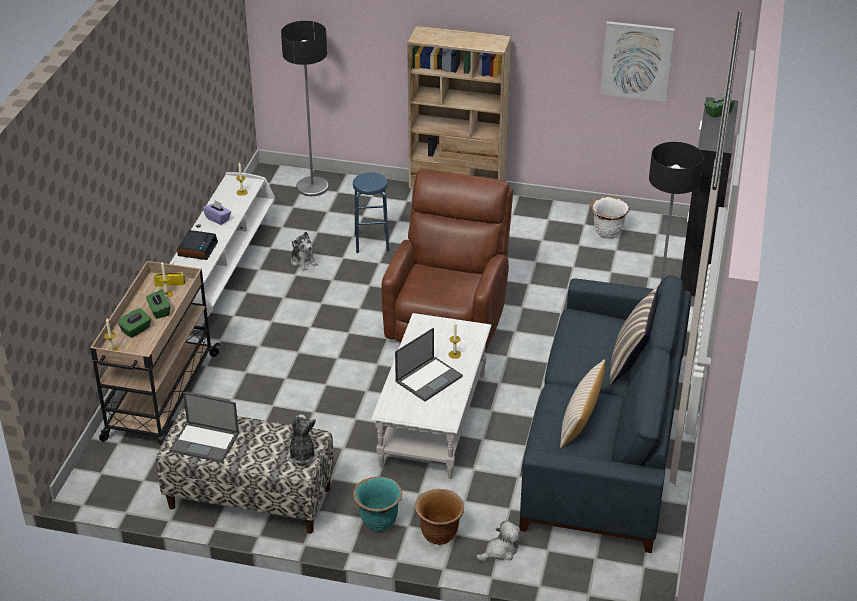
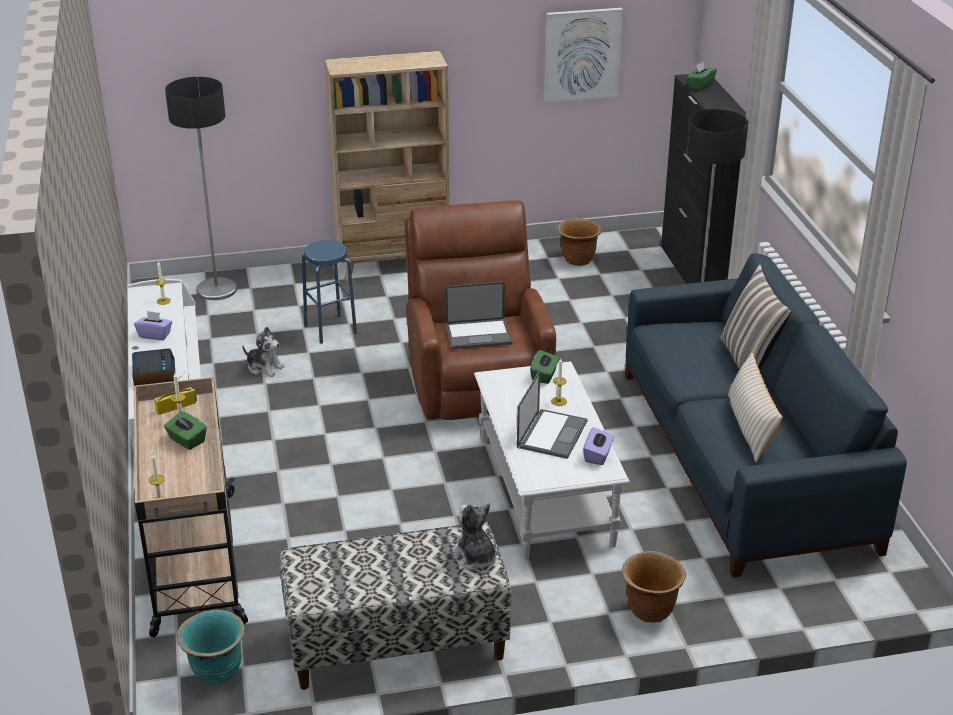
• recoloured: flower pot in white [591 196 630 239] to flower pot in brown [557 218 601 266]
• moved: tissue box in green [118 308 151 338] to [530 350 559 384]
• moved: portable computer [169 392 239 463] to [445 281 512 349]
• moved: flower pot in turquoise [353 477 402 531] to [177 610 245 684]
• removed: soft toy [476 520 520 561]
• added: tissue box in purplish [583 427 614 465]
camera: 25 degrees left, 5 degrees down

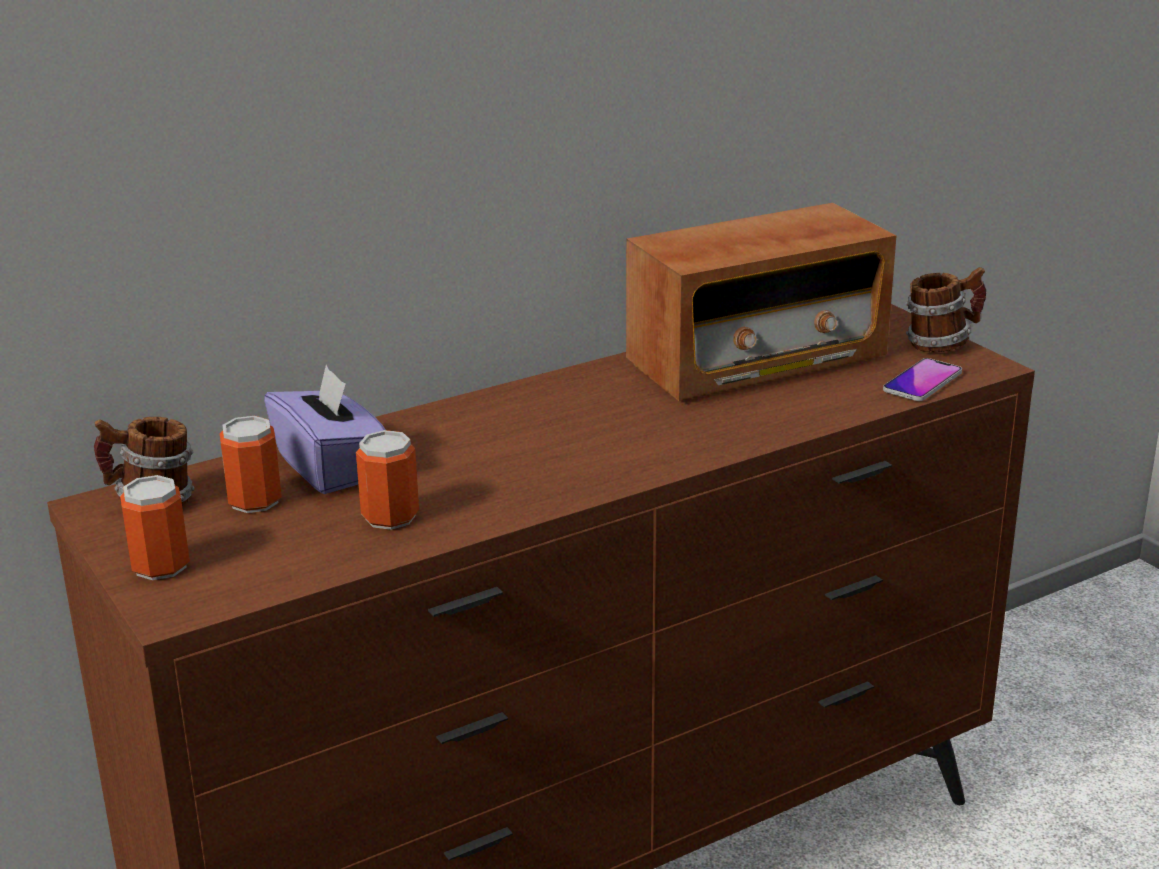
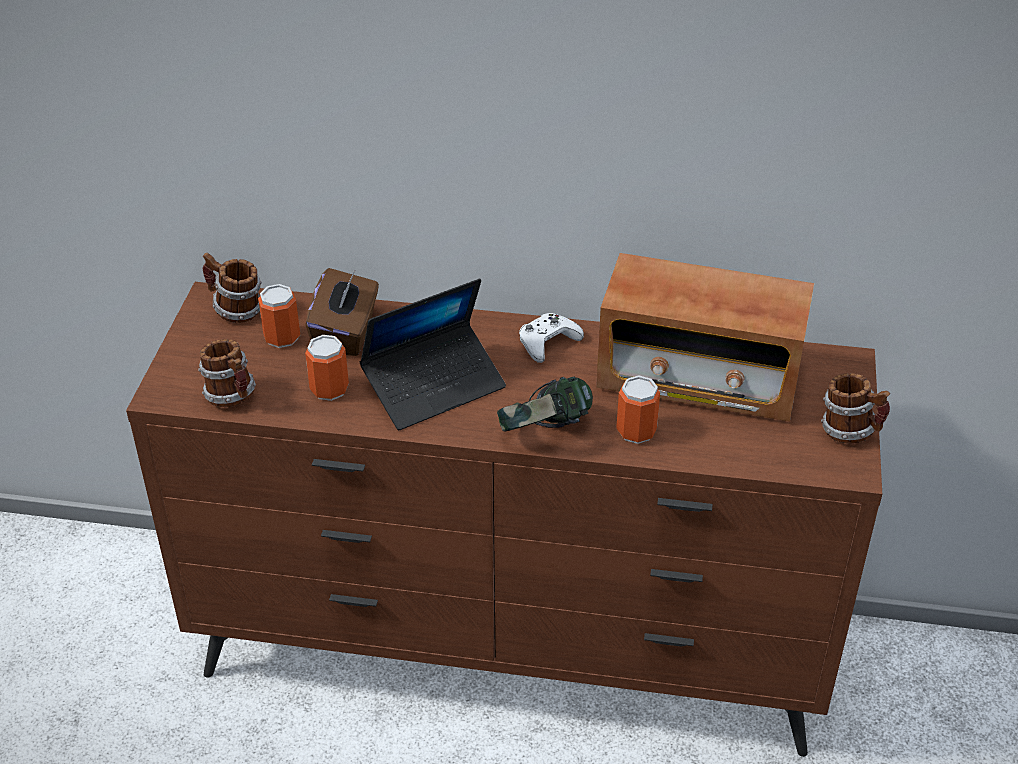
• removed: telephone [883 358 962 401]
• recoloured: tissue box in purplish [264 365 386 494] to tissue box in brown [306 268 379 356]
• moved: can [120 475 190 580] to [616 375 660 444]
• added: portable computer [360 279 506 430]
• added: gamepad in white [519 313 584 363]
• added: coffee mug [198 339 256 407]
• added: headset [497 376 593 432]
camera: 40 degrees right, 15 degrees up

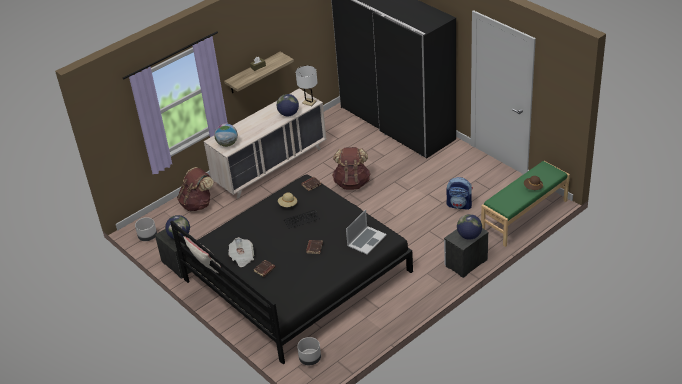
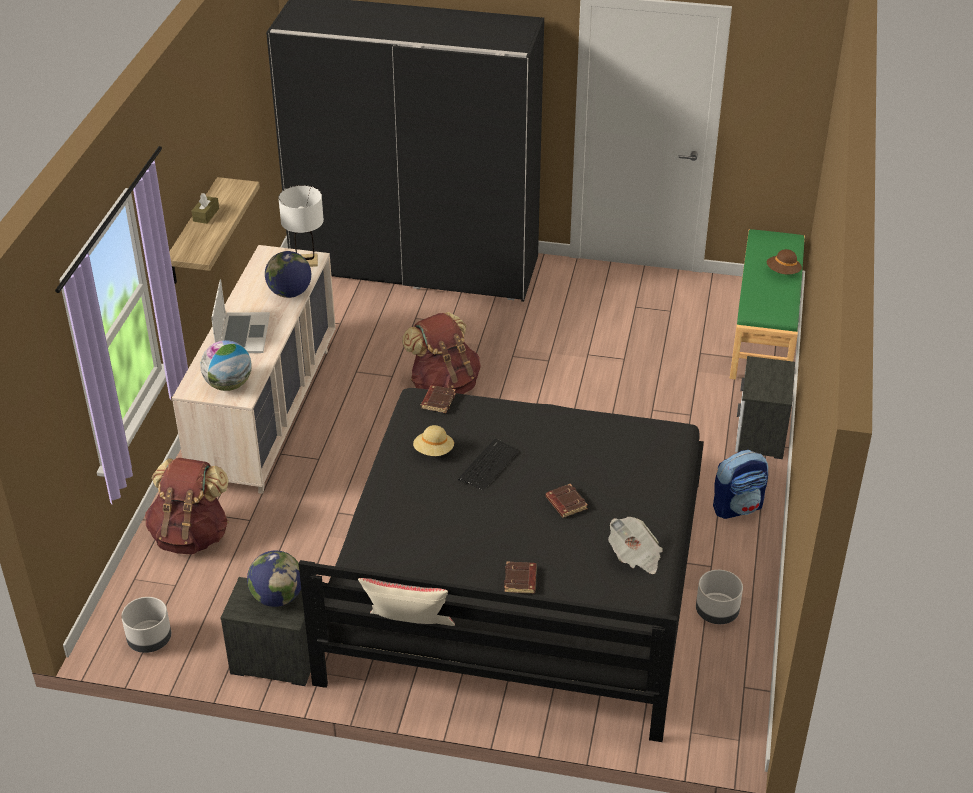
• moved: backpack [446 177 473 210] to [713 450 768 519]
• moved: portable computer [346 210 387 255] to [211 279 270 353]
• removed: globe [457 214 482 240]
• moved: printed paper [228 237 254 267] to [608 517 663 574]
• moved: flower pot in grey [297 337 321 365] to [696 570 743 624]
camera: 40 degrees left, 0 degrees up

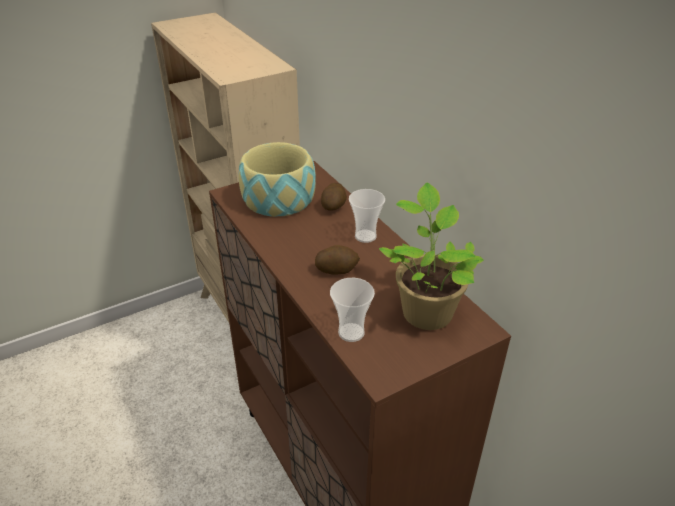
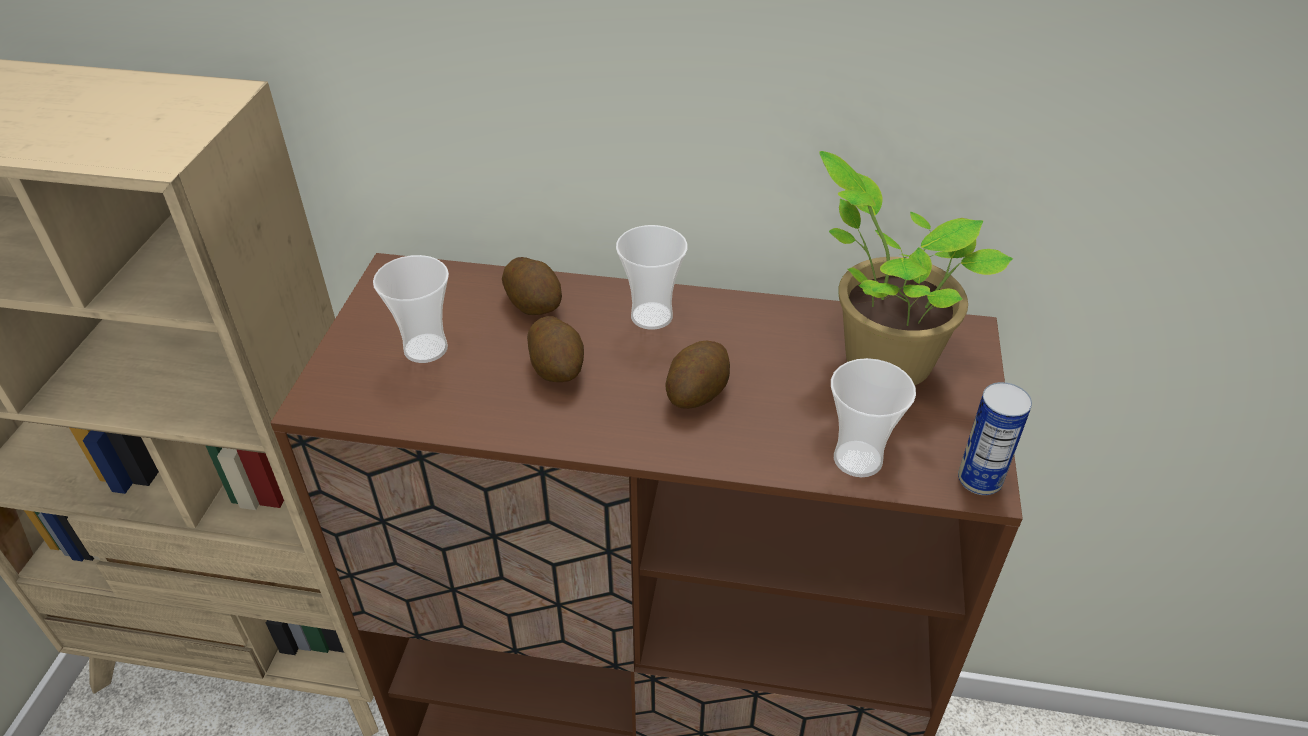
• replaced: deep dish [238 142 316 217] to cup [373 255 449 363]
• added: potato [527 316 584 382]
• added: can [958 382 1032 495]
camera: 50 degrees left, 5 degrees up

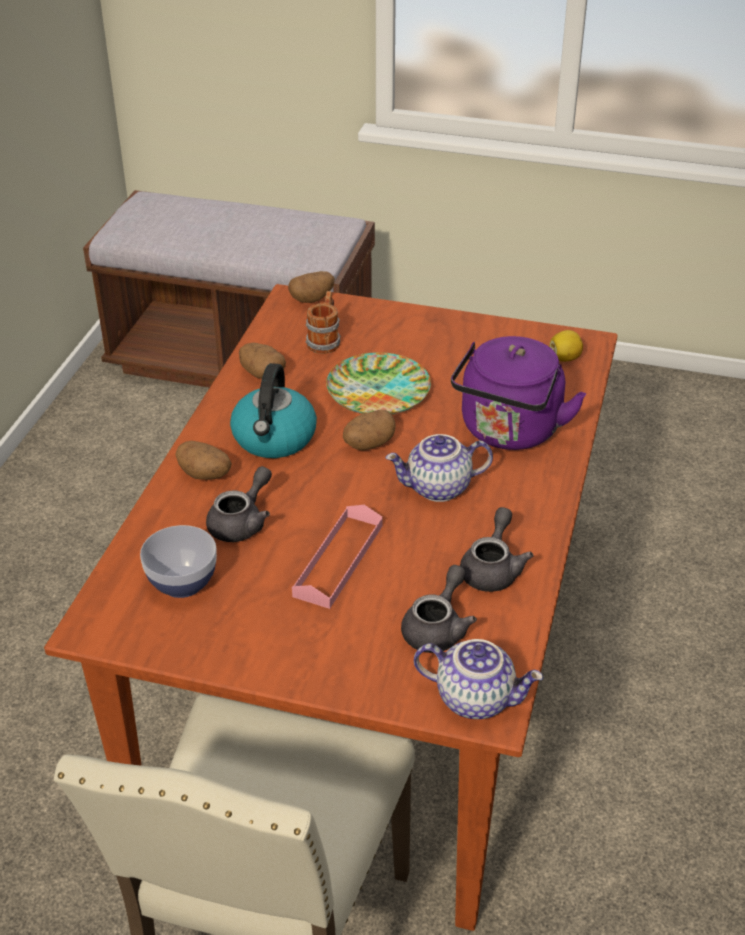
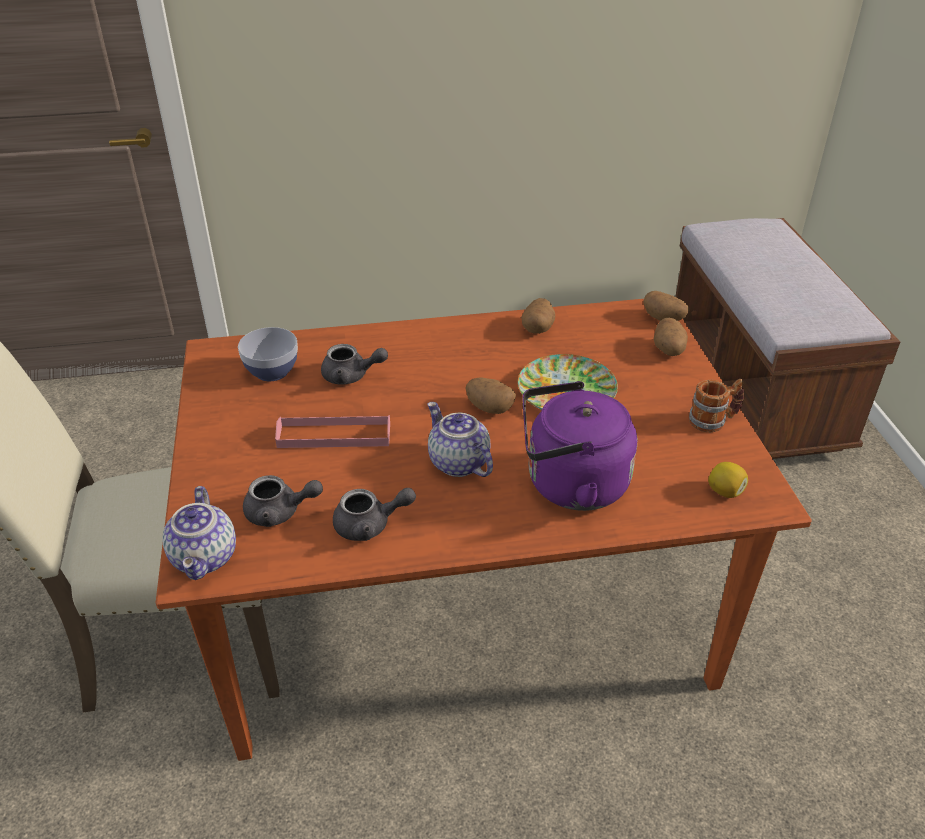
• moved: coffee mug [306 291 341 354] to [689 378 744 433]
• removed: water kettle [230 363 317 458]
• moved: potato [175 441 232 480] to [654 318 688 356]
camera: 65 degrees right, 0 degrees up

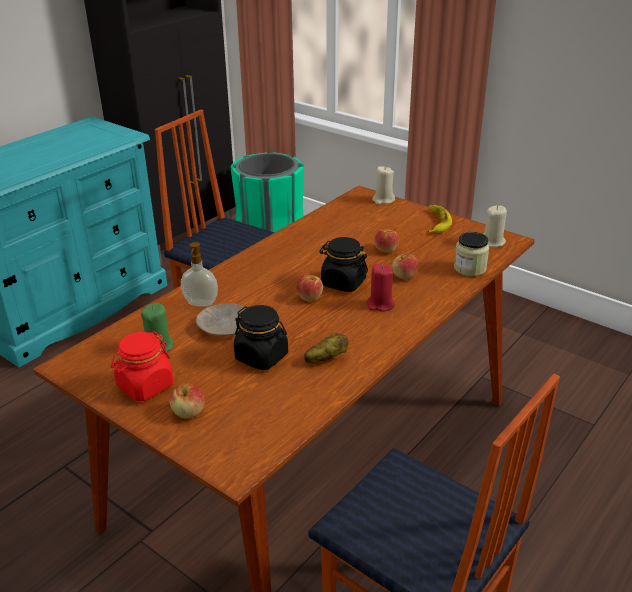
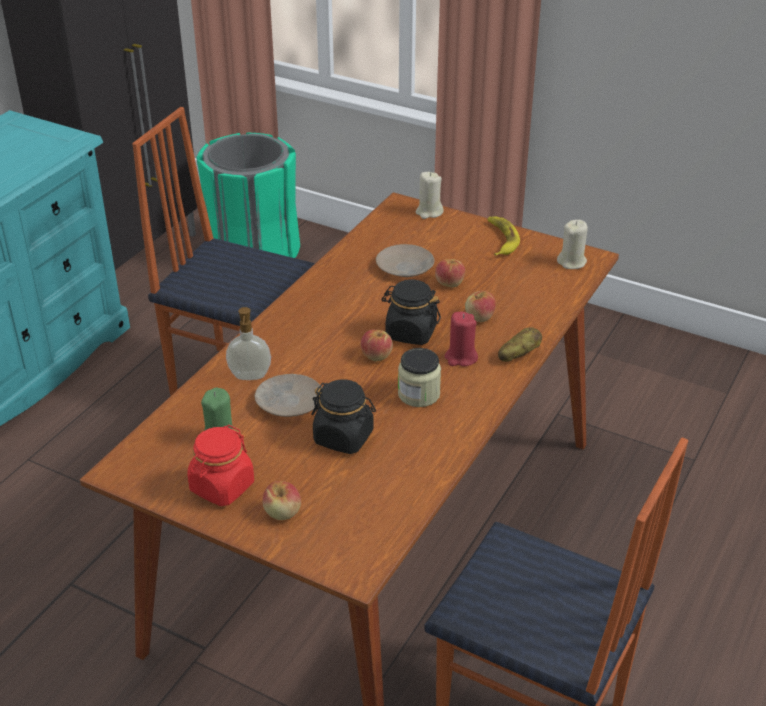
• moved: preserve jar [454 232 489 276] to [398 348 441 407]
• moved: potato [304 333 349 364] to [498 327 542 362]
• added: dinner plate in beige [376 244 435 277]
camera: 10 degrees left, 5 degrees up

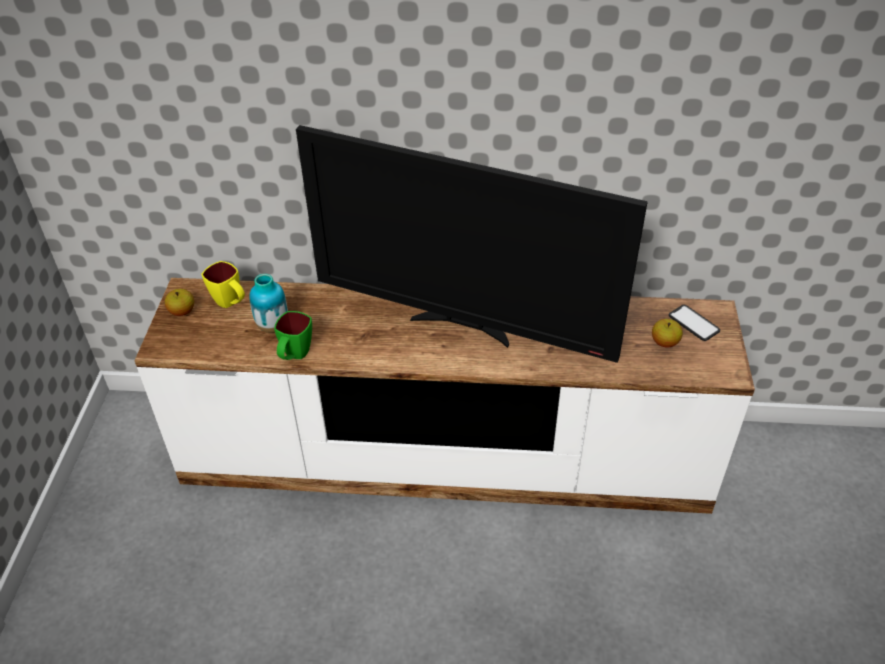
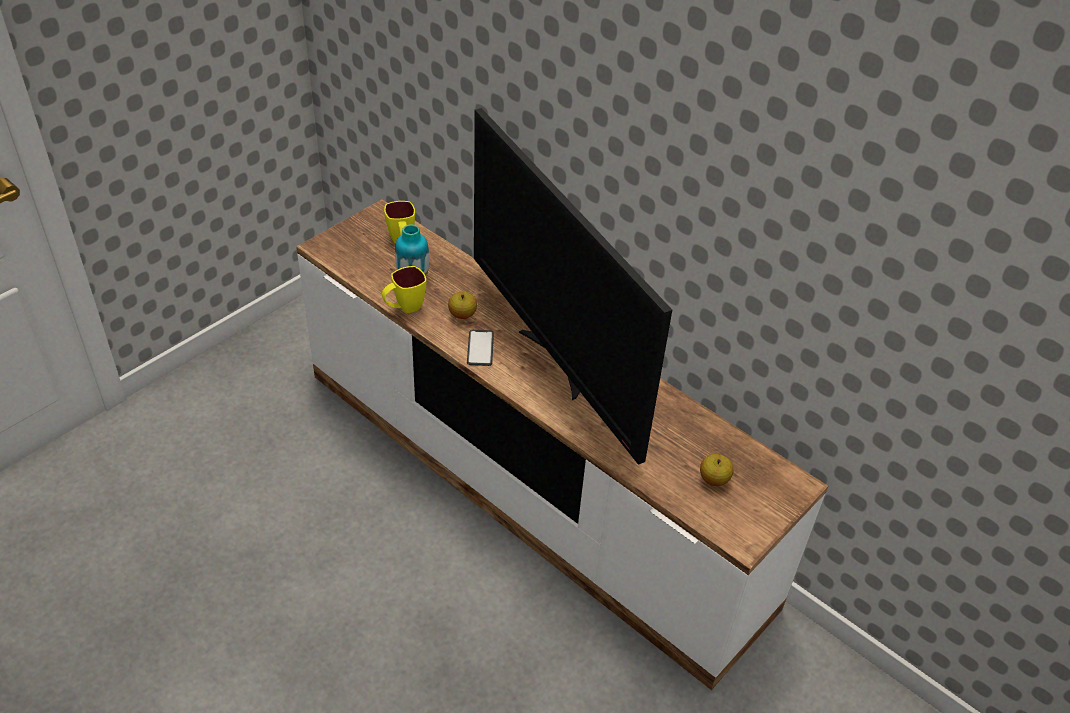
• moved: whole apple [165 289 194 316] to [448 292 477 319]
• moved: telephone [669 305 720 341] to [467 330 494 366]
• recoloured: coffee mug in green [274 311 312 360] to coffee mug in yellowish [382 266 426 313]
camera: 35 degrees right, 0 degrees up

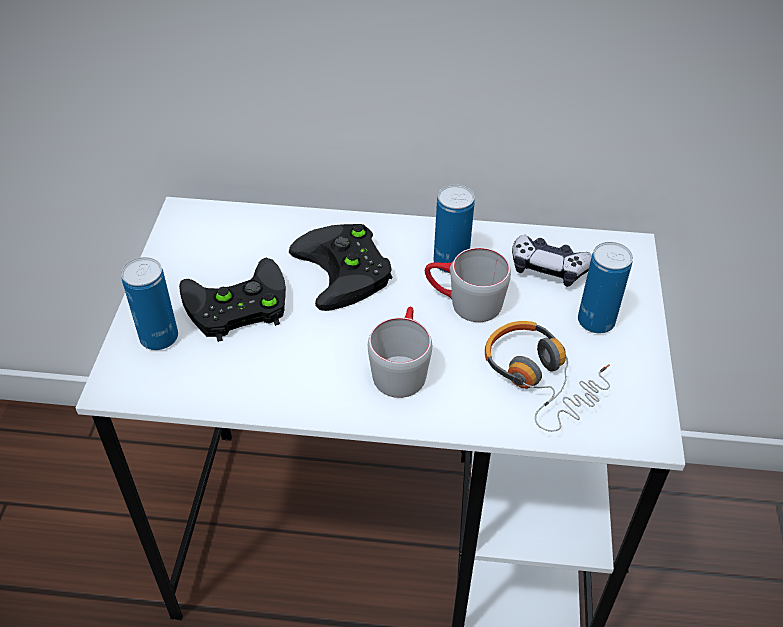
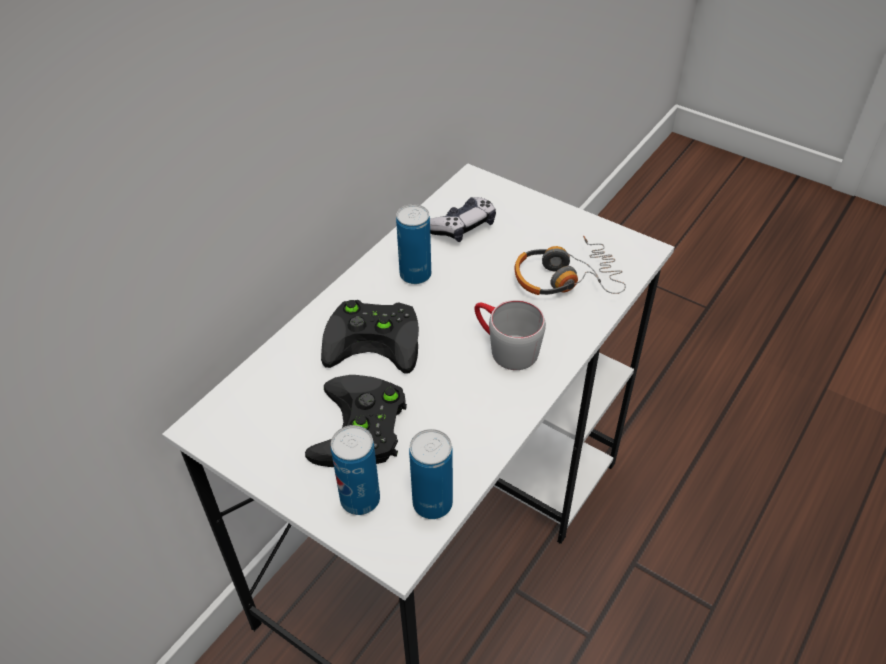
• moved: can [578 242 633 333] to [409 429 453 519]
• removed: coffee mug in grey [425 247 511 322]
camera: 60 degrees left, 0 degrees up

